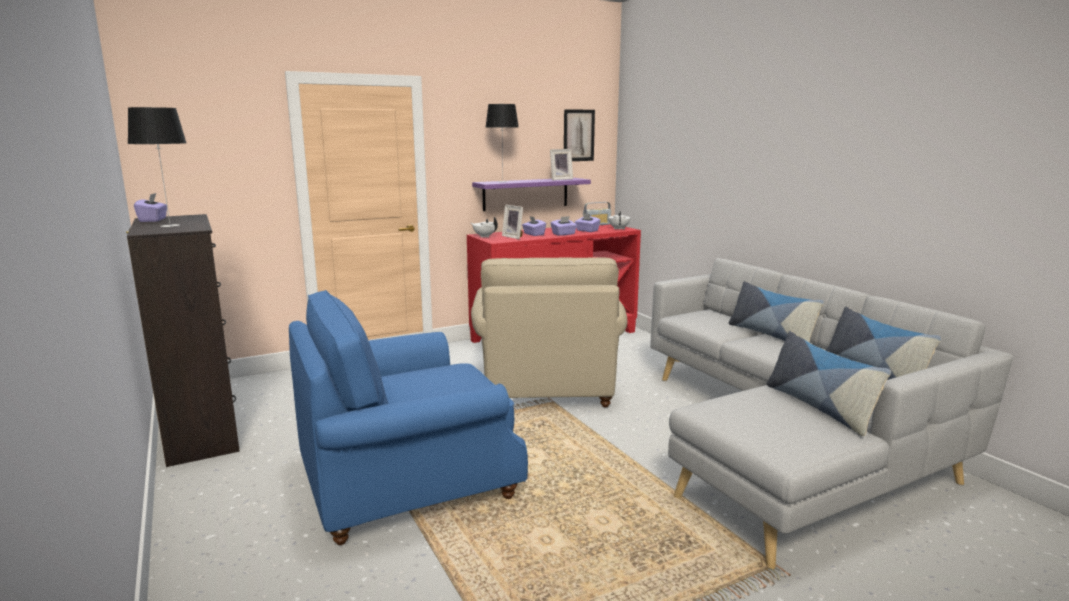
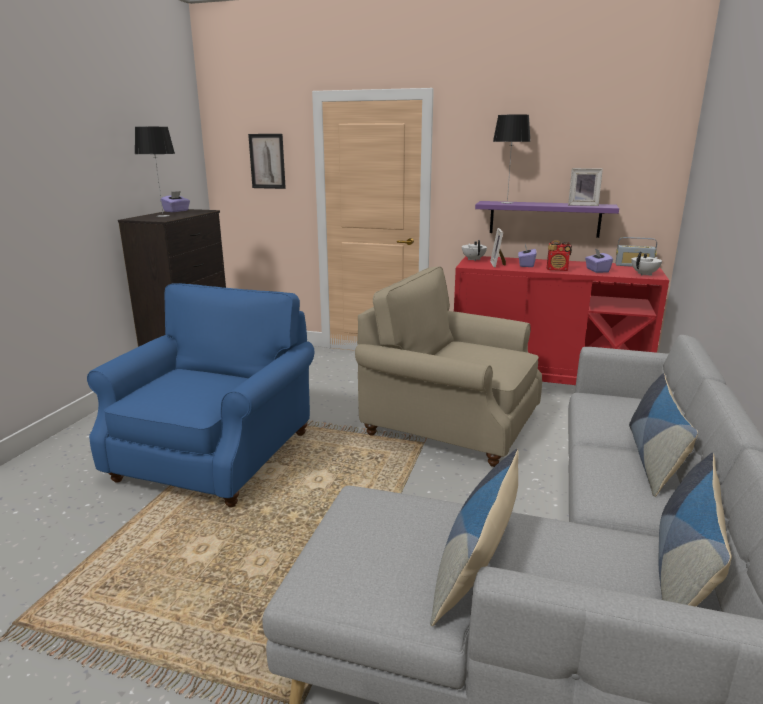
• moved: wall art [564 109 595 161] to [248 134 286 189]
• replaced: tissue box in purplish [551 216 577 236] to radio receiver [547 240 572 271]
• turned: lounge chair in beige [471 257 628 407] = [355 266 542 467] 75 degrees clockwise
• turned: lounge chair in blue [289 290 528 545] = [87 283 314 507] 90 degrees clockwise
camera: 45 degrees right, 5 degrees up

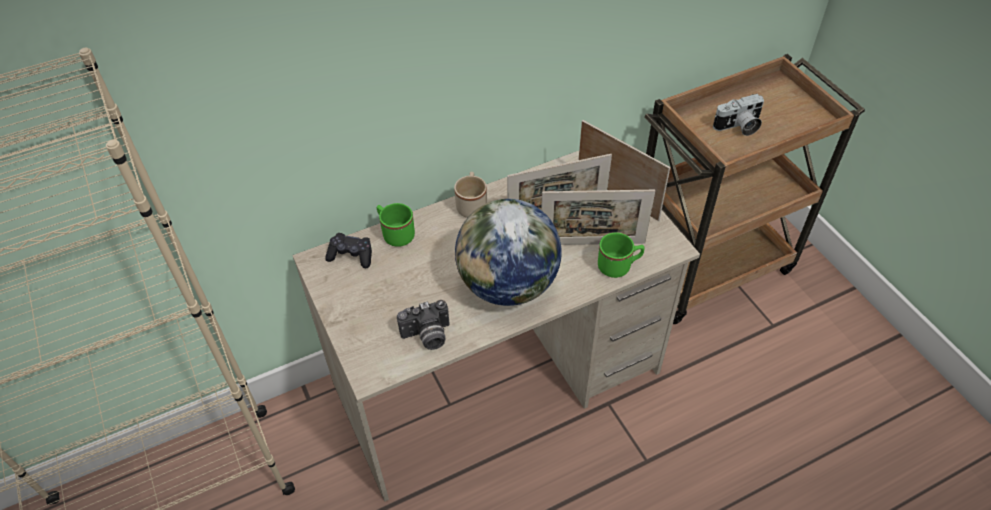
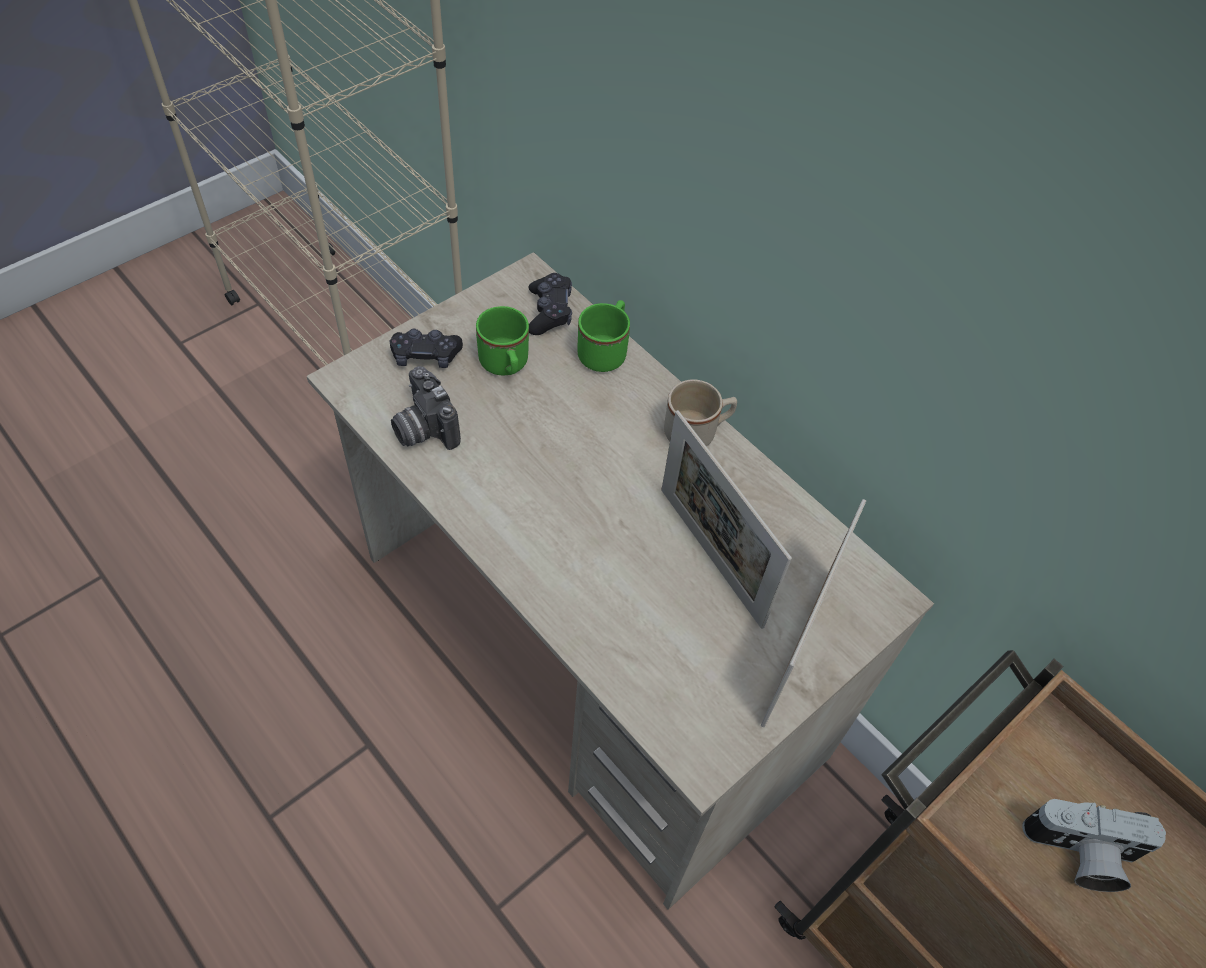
• turned: still camera [713 94 764 136] = [1022 799 1166 892] 45 degrees counterclockwise
• removed: standing frame [541 190 655 245]
• removed: globe [455 199 562 306]
• moved: coffee mug in green [598 232 644 278] to [476 306 529 376]
• added: gamepad in black-coloured [390 329 463 368]
camera: 70 degrees right, 5 degrees up

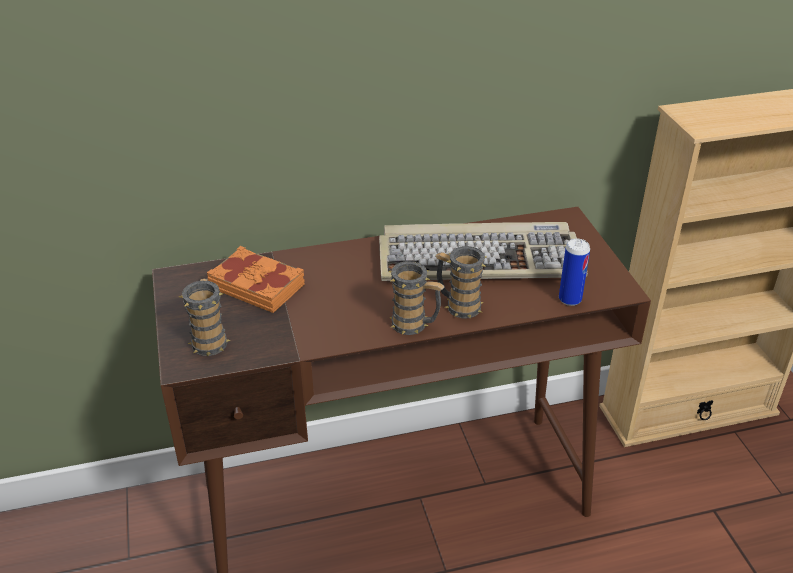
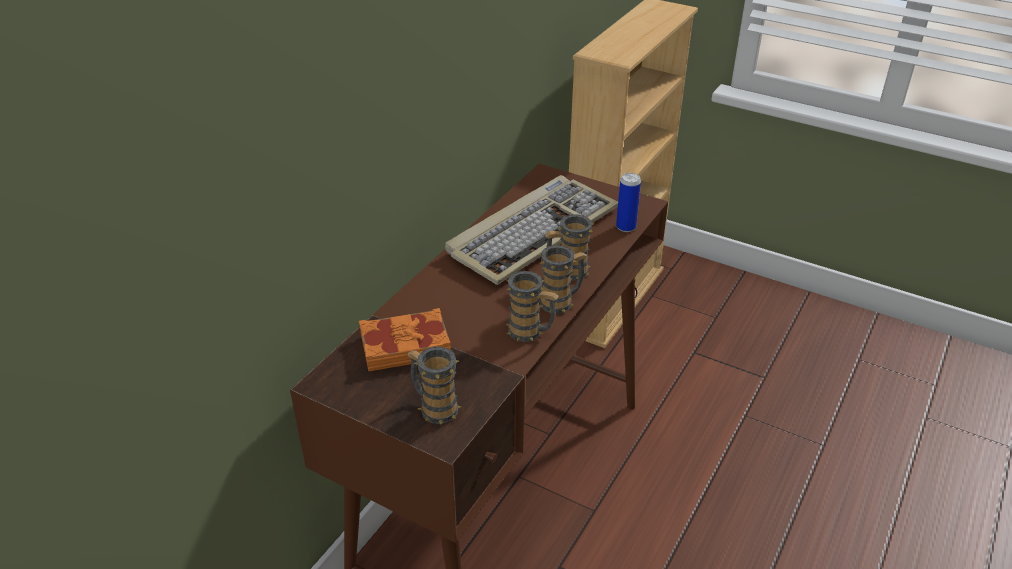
• added: coffee mug [506 271 558 342]
camera: 45 degrees left, 0 degrees up

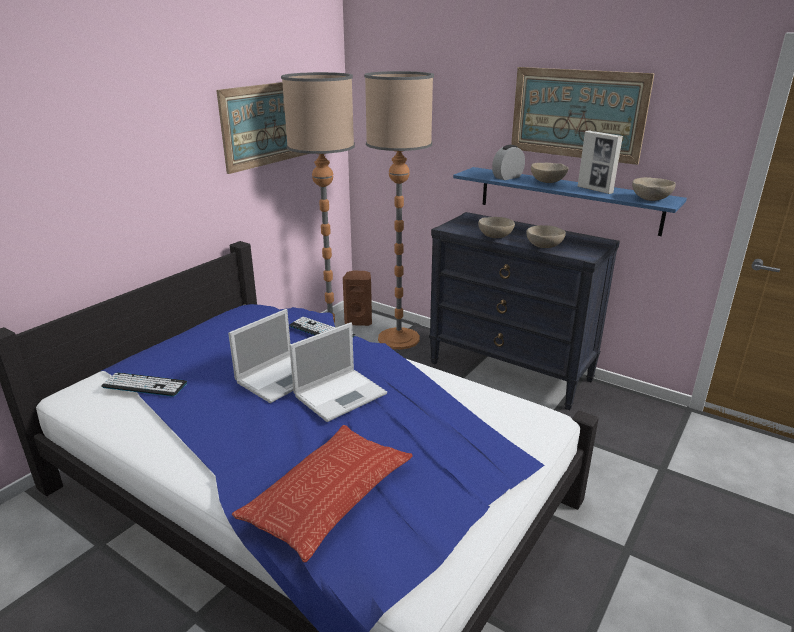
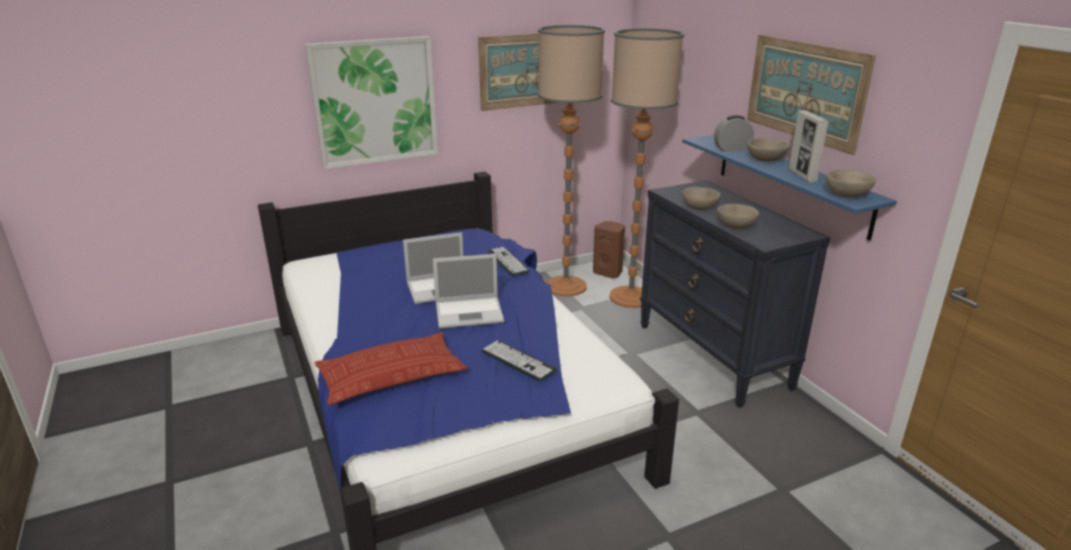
• moved: computer keyboard [101 372 187 397] to [481 340 557 382]
• added: wall art [305 36 438 169]
camera: 30 degrees right, 0 degrees up

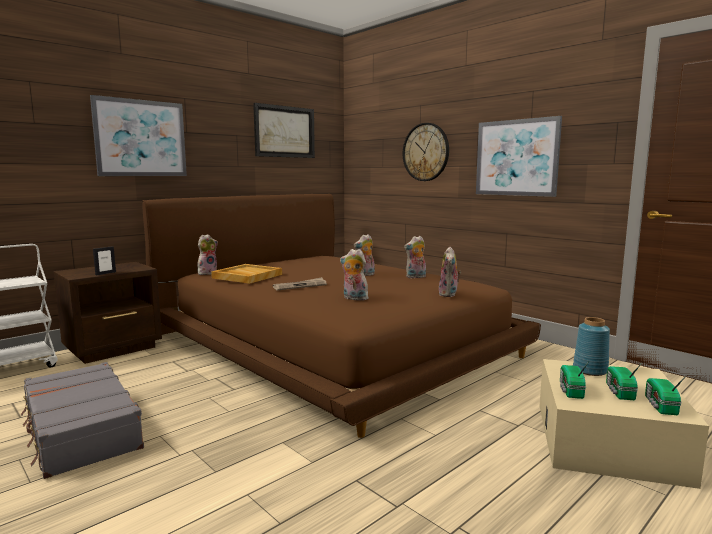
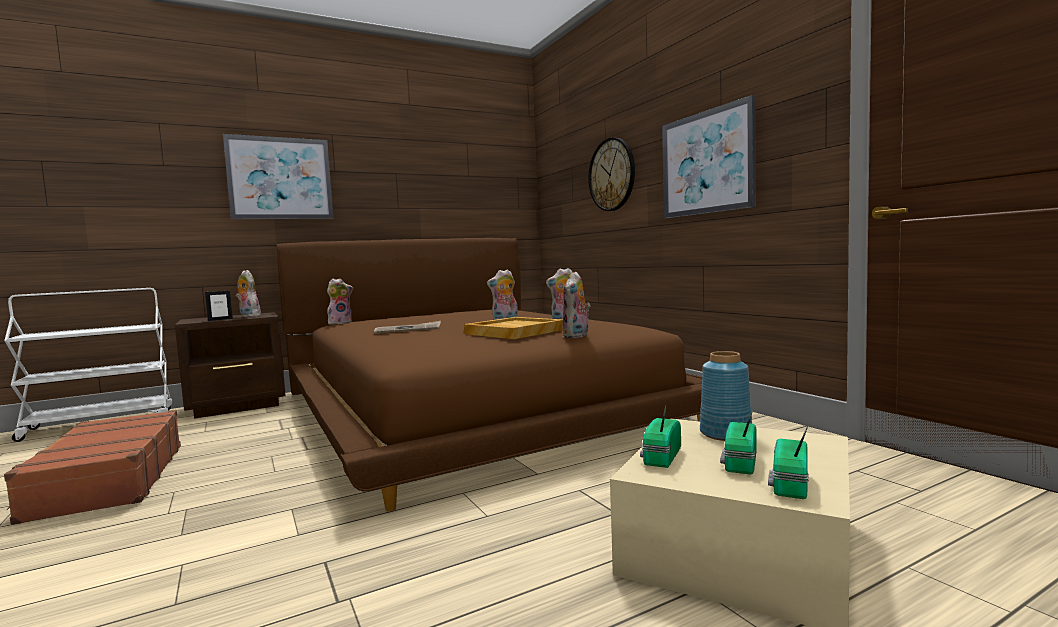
• removed: wall art [253 103 315 158]
• moved: soft toy [340 249 370 301] to [236 270 261 317]
• moved: serving tray in beige [211 264 282 284] to [464 317 563 339]
• recoloured: suitcase in grey [21 362 144 479] to suitcase in brown [4 410 181 525]
camera: 15 degrees right, 5 degrees down

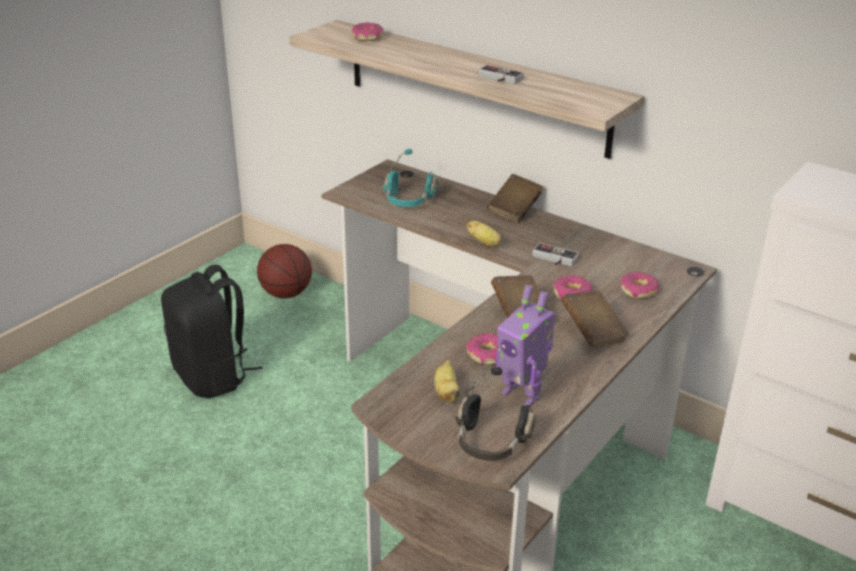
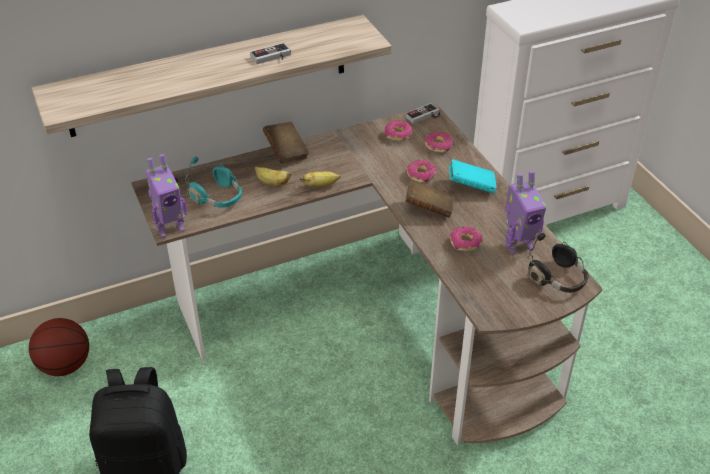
• moved: ring doughnut [351 22 384 41] to [384 120 413 141]
• moved: gamepad [532 243 579 266] to [405 103 439 124]
• recoloured: book in brown [561 290 629 347] to book in turquoise [449 159 497 193]
• moved: whole banana [434 360 461 402] to [255 166 292 186]
• added: robot figure [146 154 187 238]
camera: 60 degrees left, 10 degrees up

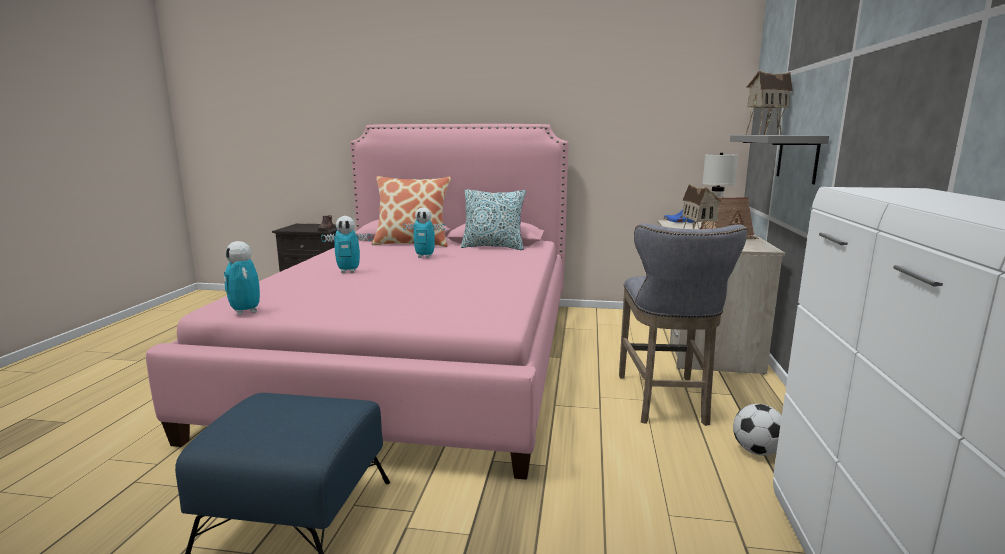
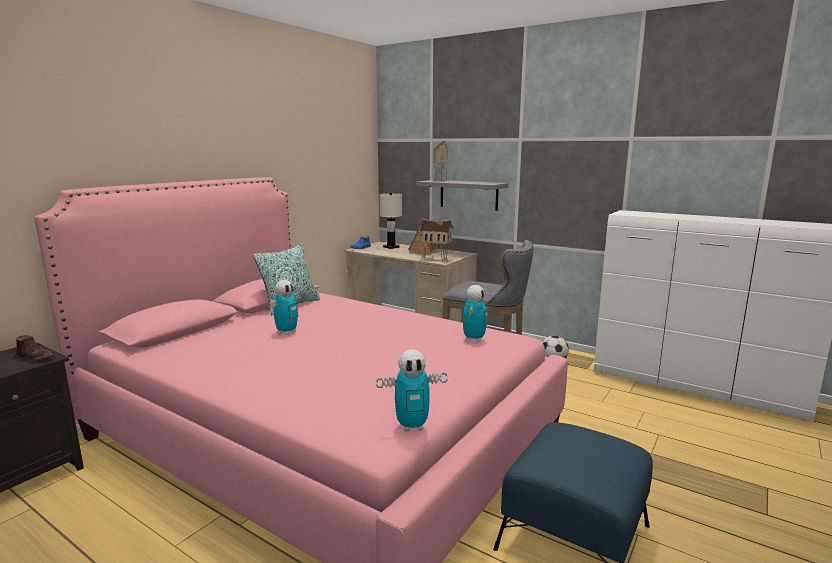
• removed: cushion [371 176 451 247]
• moved: robot figure [321 216 371 273] to [463 285 488 342]
camera: 65 degrees left, 0 degrees up

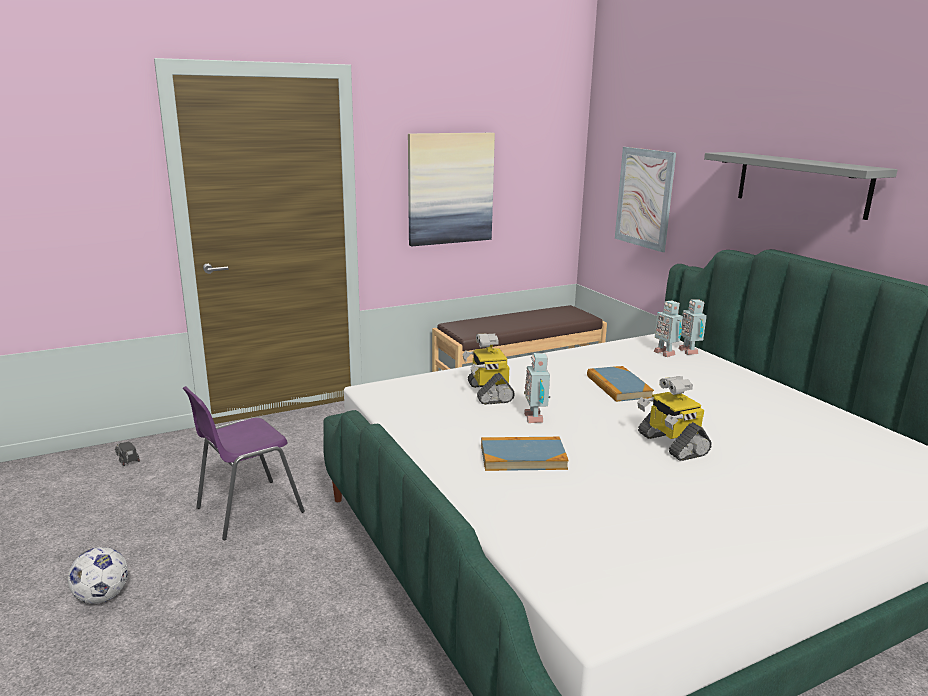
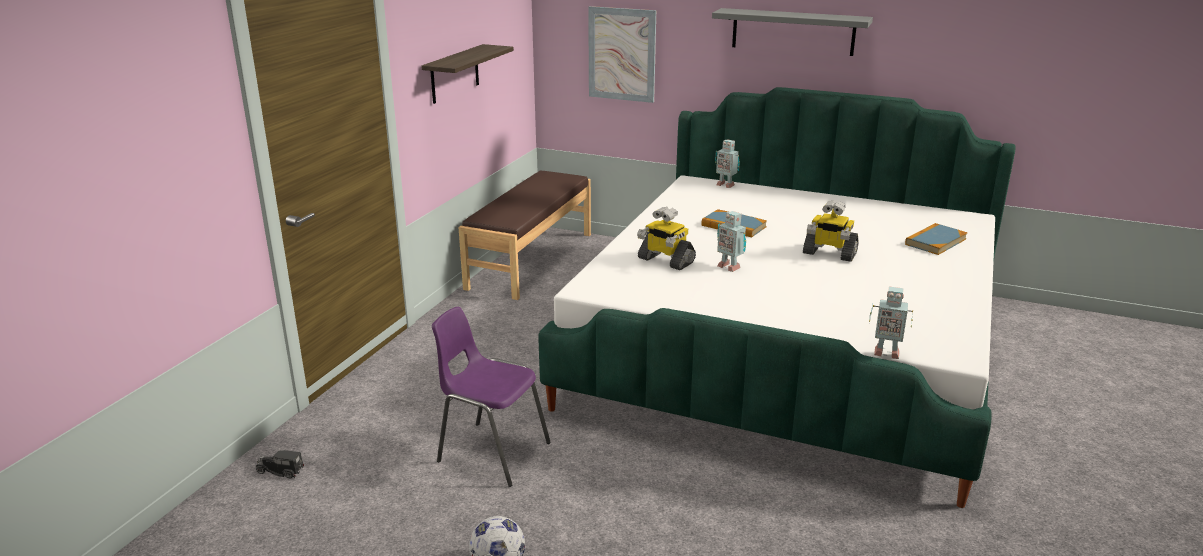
• replaced: wall art [408 133 495 246] to bracket shelf [421 44 514 104]
• moved: robot figure [654 301 683 357] to [869 286 913 359]
• turned: upright chair in purplish [183 386 305 540] = [432 307 551 487] 105 degrees clockwise
• moved: book [481 437 569 471] to [905 223 968 255]
camera: 40 degrees left, 5 degrees up

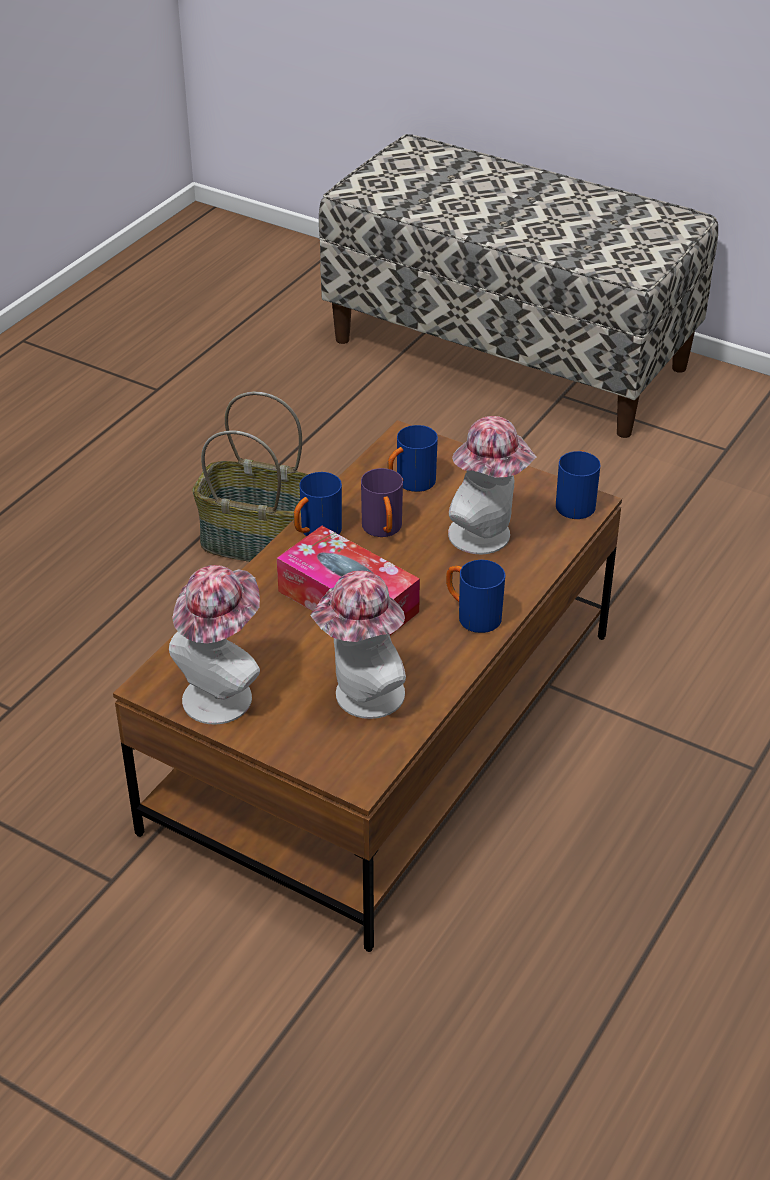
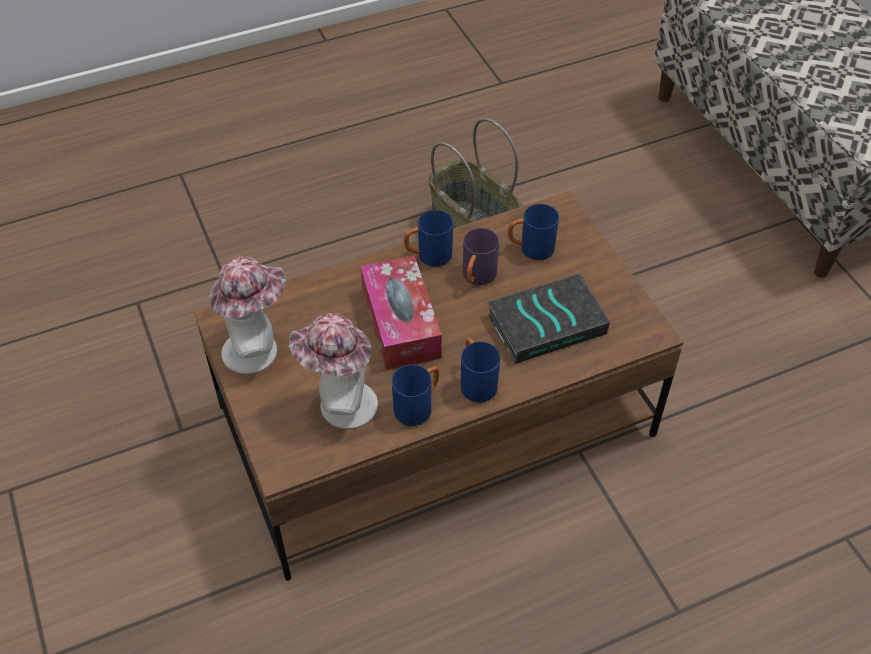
• replaced: clothing hat [448 416 536 554] to book [487 273 610 364]
• moved: coffee mug in blue [556 450 600 519] to [392 364 439 426]
camera: 35 degrees right, 10 degrees up

